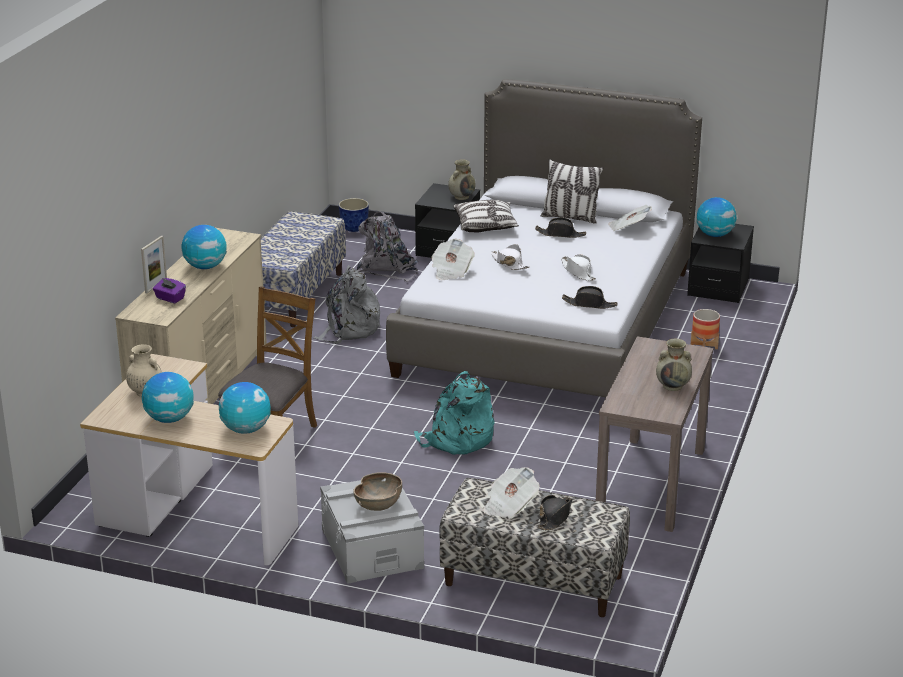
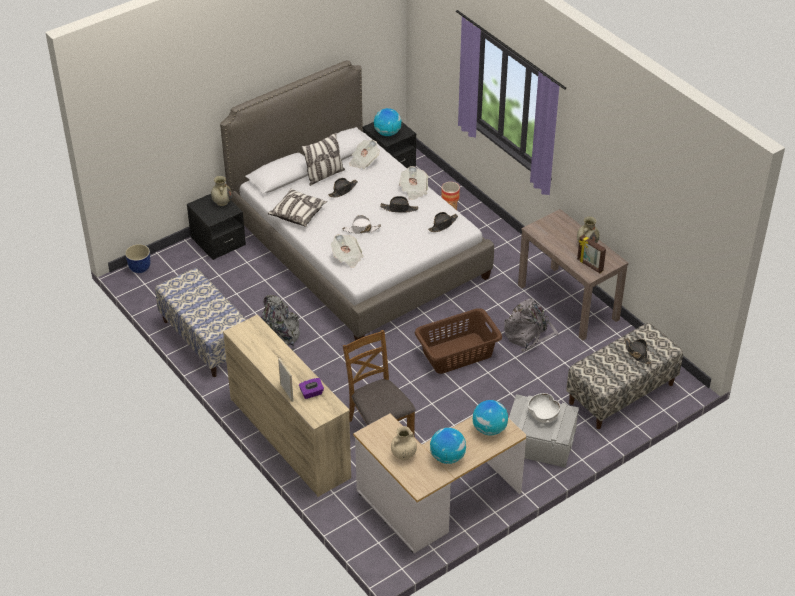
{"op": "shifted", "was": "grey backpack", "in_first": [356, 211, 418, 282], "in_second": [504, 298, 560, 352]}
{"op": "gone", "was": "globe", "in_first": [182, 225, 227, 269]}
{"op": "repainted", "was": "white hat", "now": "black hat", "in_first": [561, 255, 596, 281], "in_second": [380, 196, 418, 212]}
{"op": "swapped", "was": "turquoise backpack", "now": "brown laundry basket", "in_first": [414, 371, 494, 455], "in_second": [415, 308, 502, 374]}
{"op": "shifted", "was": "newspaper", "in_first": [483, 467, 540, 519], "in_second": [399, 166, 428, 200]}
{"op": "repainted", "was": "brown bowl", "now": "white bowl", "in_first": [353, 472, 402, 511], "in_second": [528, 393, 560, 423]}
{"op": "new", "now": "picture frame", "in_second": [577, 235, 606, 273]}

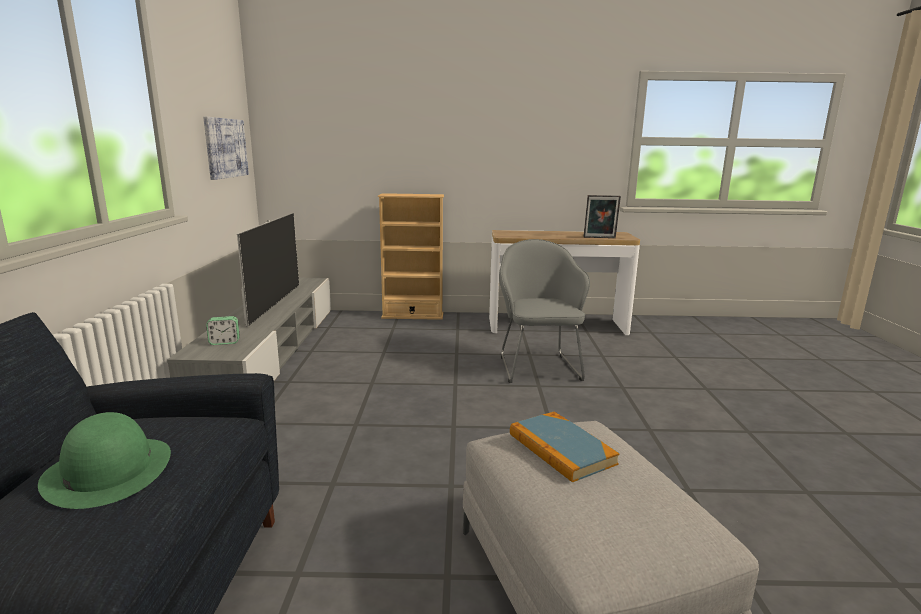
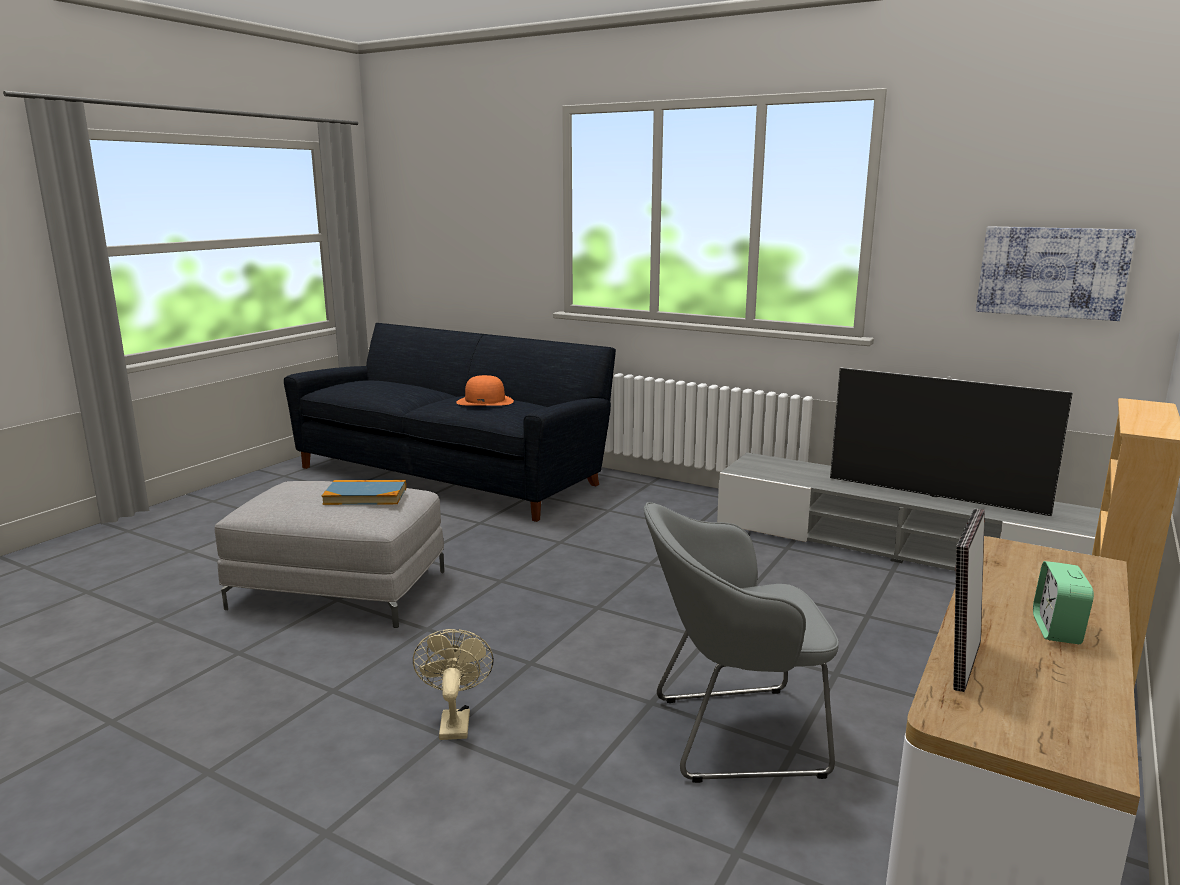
{"op": "rotated", "was": "grey armchair", "in_first": [499, 239, 590, 383], "in_second": [644, 502, 839, 783], "clockwise": 150}
{"op": "shifted", "was": "alarm clock", "in_first": [206, 316, 240, 345], "in_second": [1033, 561, 1094, 644]}
{"op": "repainted", "was": "green hat", "now": "orange hat", "in_first": [38, 412, 171, 509], "in_second": [456, 375, 514, 406]}
{"op": "new", "now": "beige fan", "in_second": [413, 629, 494, 740]}

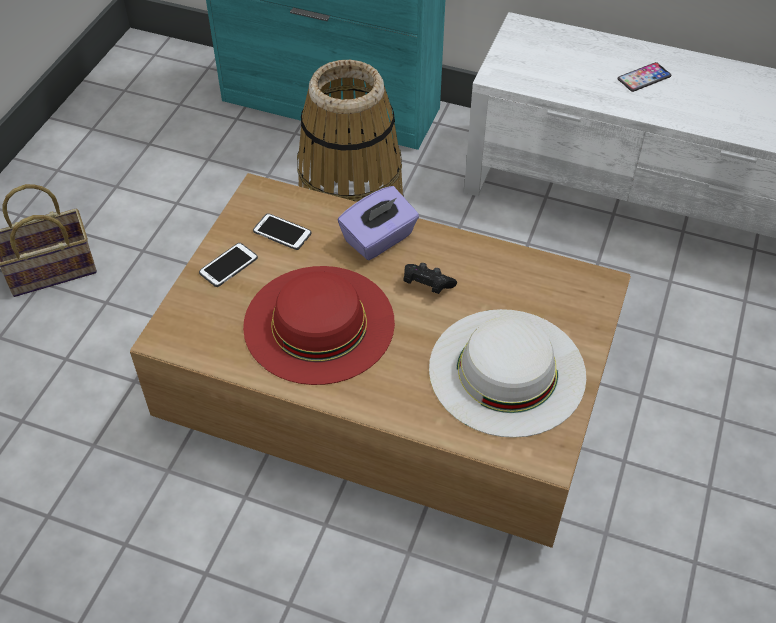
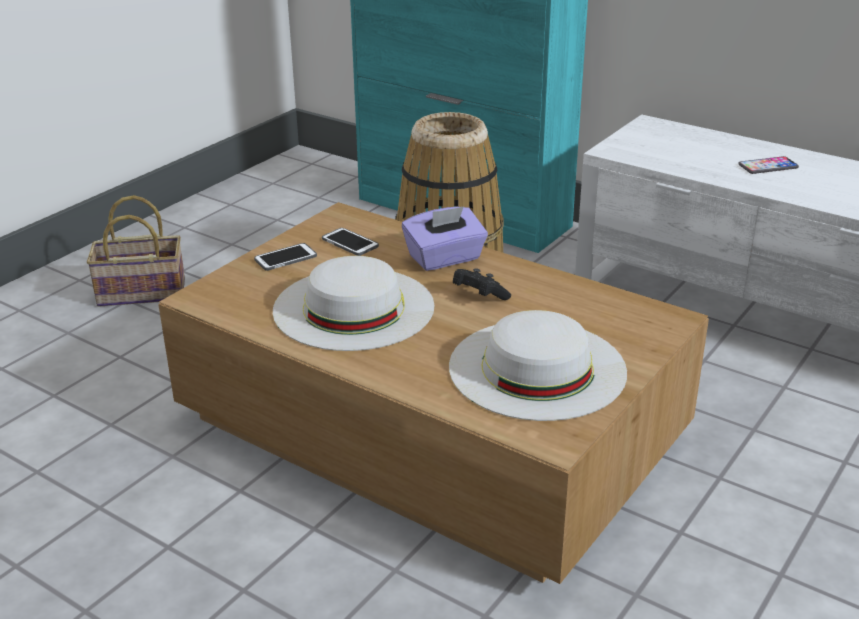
{"op": "repainted", "was": "red hat", "now": "white hat", "in_first": [243, 266, 395, 385], "in_second": [273, 256, 434, 351]}

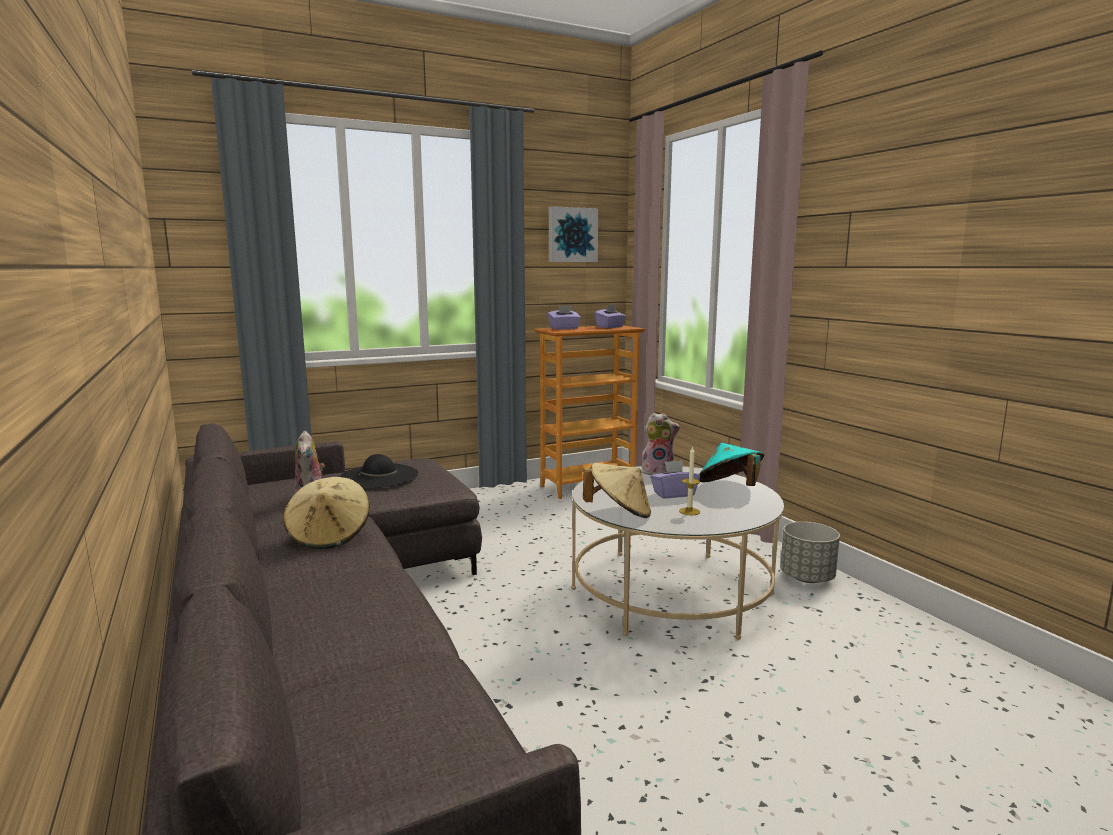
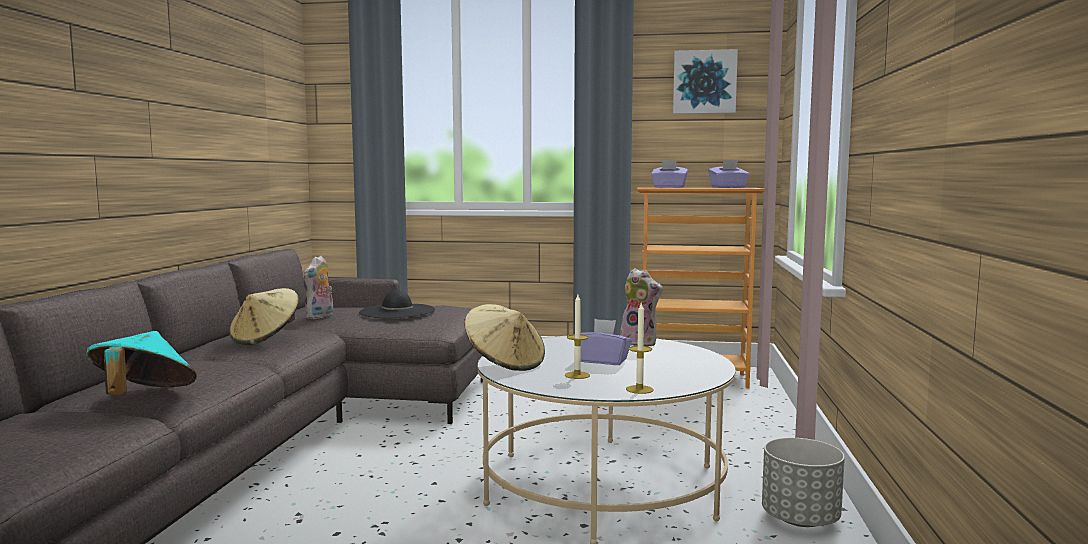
{"op": "shifted", "was": "turquoise hat", "in_first": [699, 443, 764, 486], "in_second": [86, 331, 197, 396]}
{"op": "new", "now": "candle", "in_second": [626, 303, 654, 394]}

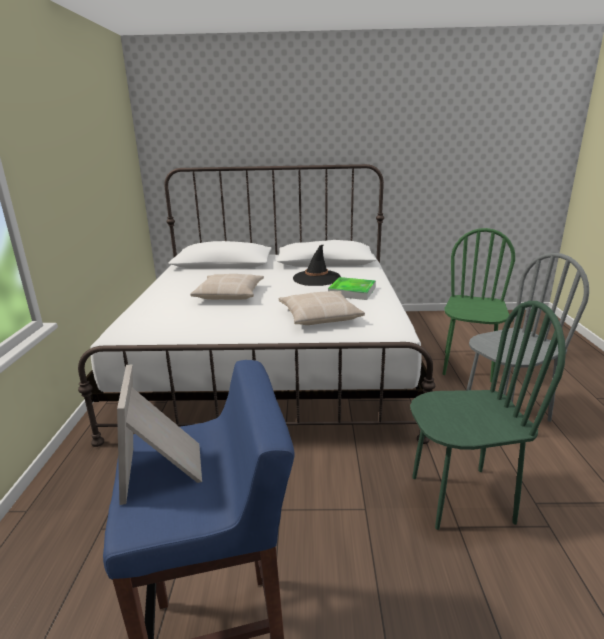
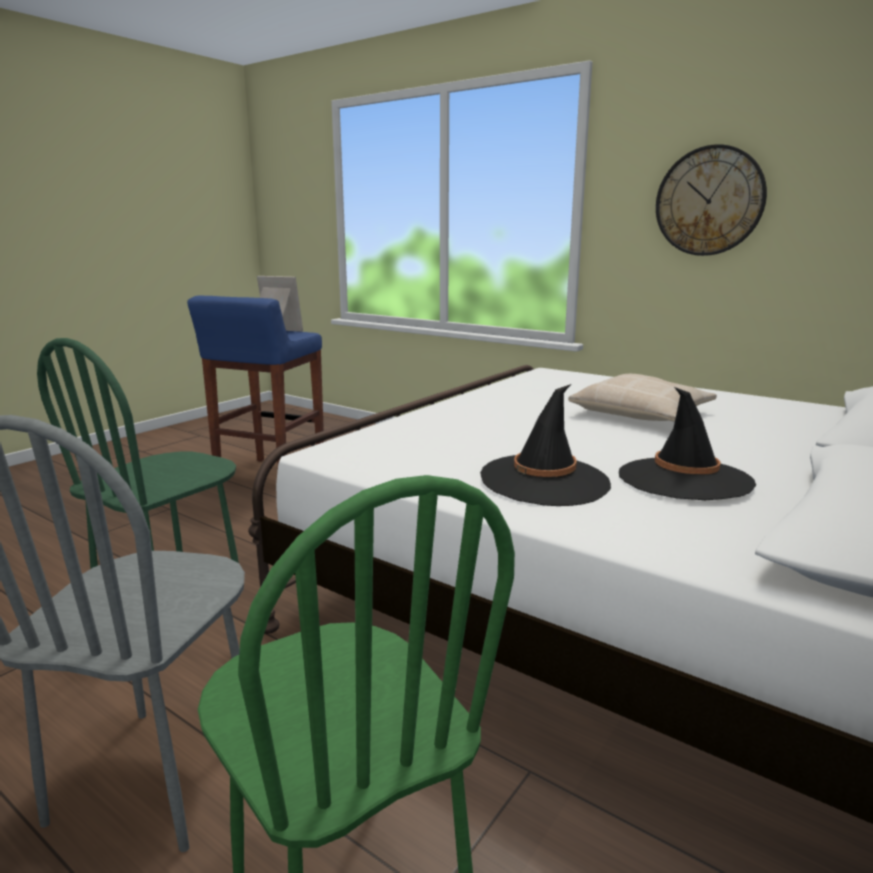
{"op": "swapped", "was": "tray", "now": "black hat", "in_first": [328, 277, 376, 300], "in_second": [480, 384, 611, 506]}
{"op": "gone", "was": "beige pillow", "in_first": [279, 291, 365, 325]}
{"op": "new", "now": "wall clock", "in_second": [656, 144, 767, 256]}

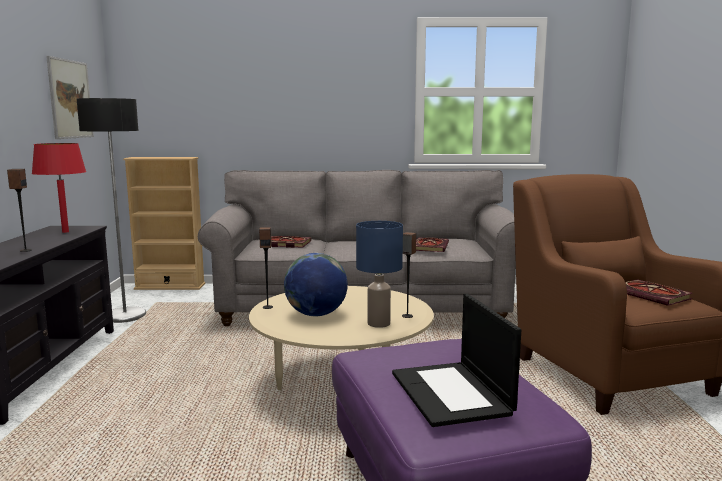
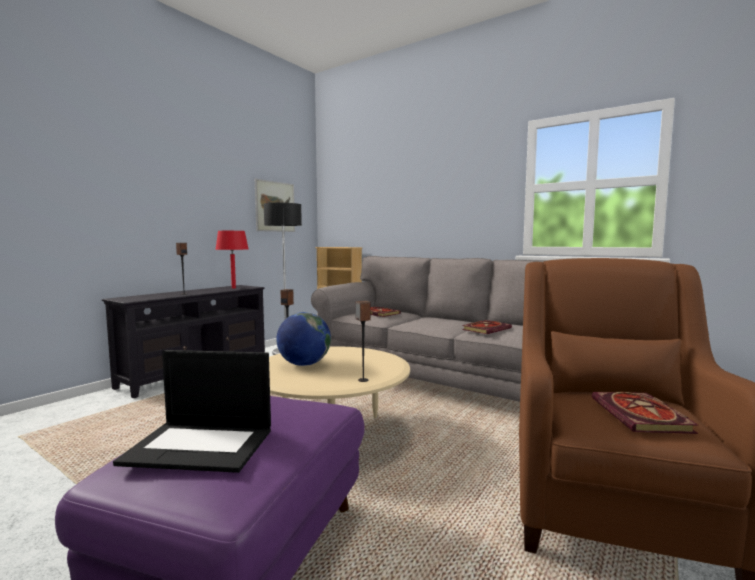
{"op": "gone", "was": "blue table lamp", "in_first": [356, 221, 403, 328]}
{"op": "rotated", "was": "laptop", "in_first": [392, 293, 521, 427], "in_second": [113, 350, 271, 473], "clockwise": -105}

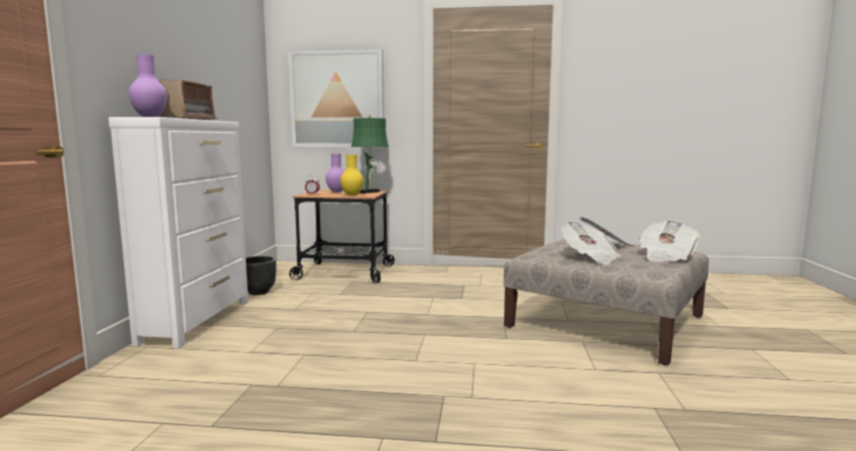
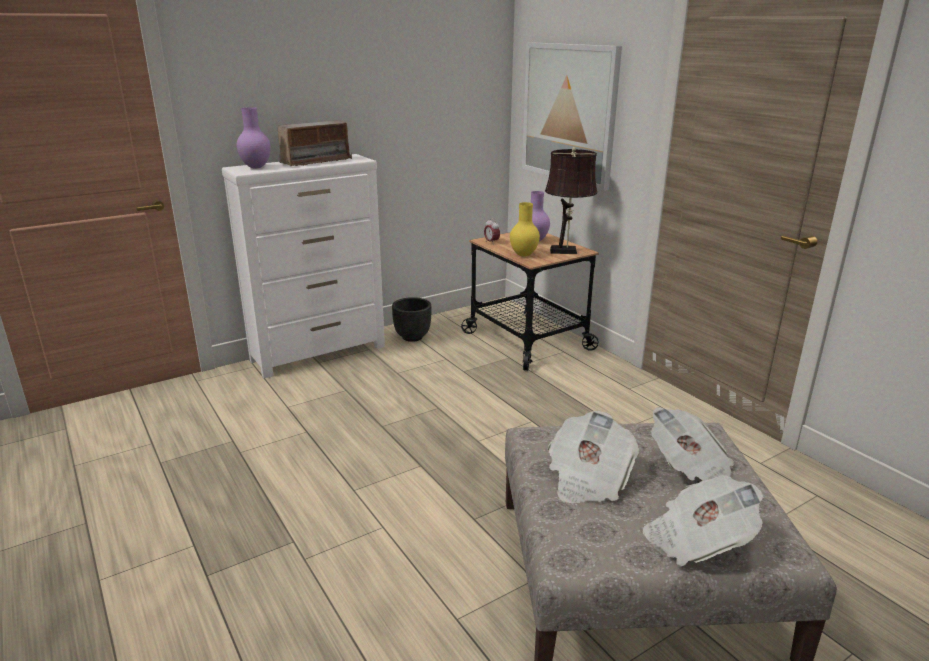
{"op": "repainted", "was": "green table lamp", "now": "brown table lamp", "in_first": [351, 115, 389, 193], "in_second": [545, 147, 597, 254]}

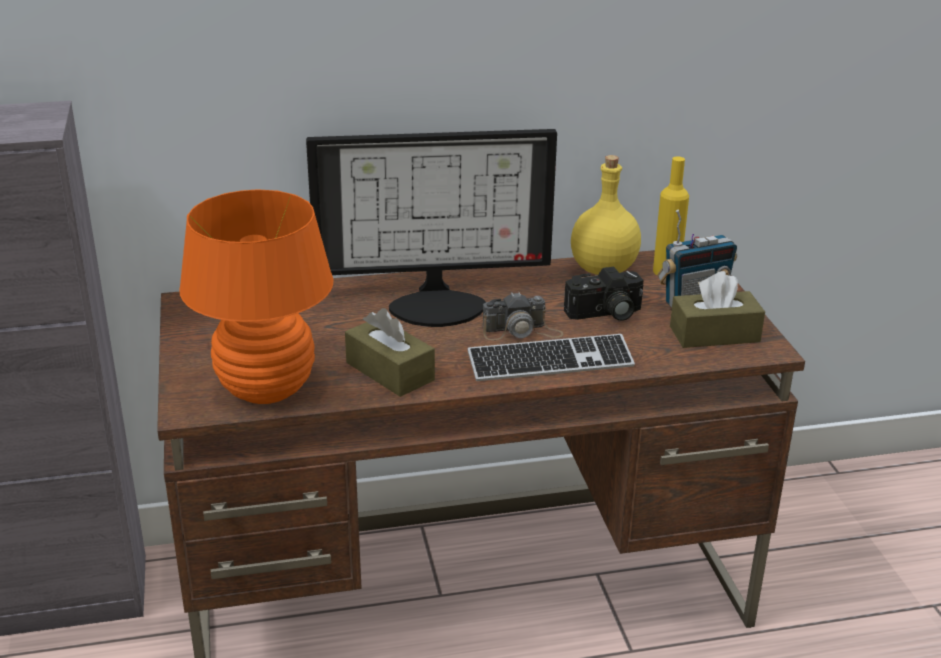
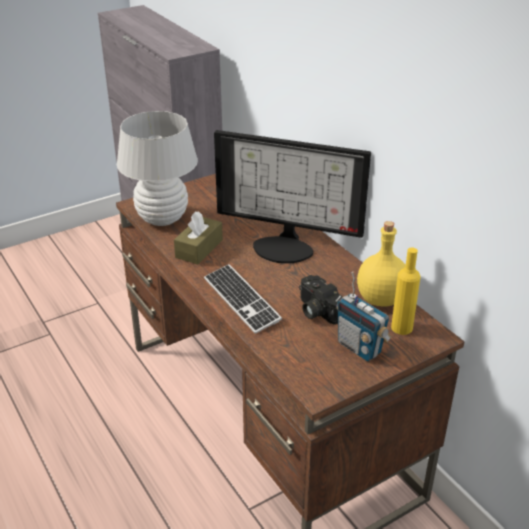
{"op": "rotated", "was": "monitor", "in_first": [306, 129, 557, 327], "in_second": [214, 130, 371, 264], "clockwise": -45}
{"op": "repainted", "was": "orange table lamp", "now": "white table lamp", "in_first": [179, 189, 334, 404], "in_second": [117, 111, 198, 226]}
{"op": "gone", "was": "brown tissue box", "in_first": [670, 271, 765, 348]}
{"op": "gone", "was": "photo camera", "in_first": [482, 292, 563, 340]}

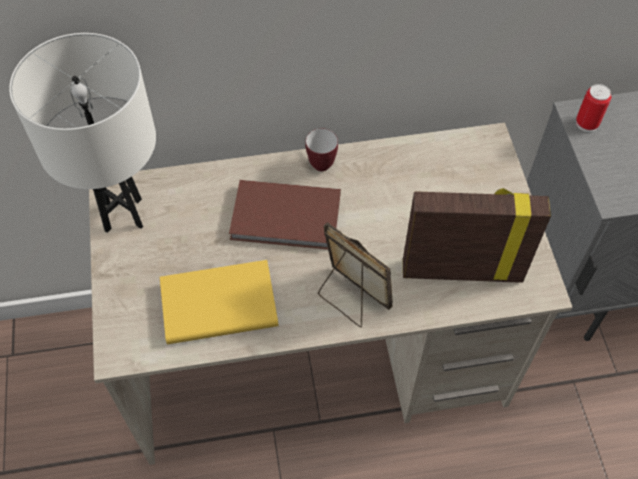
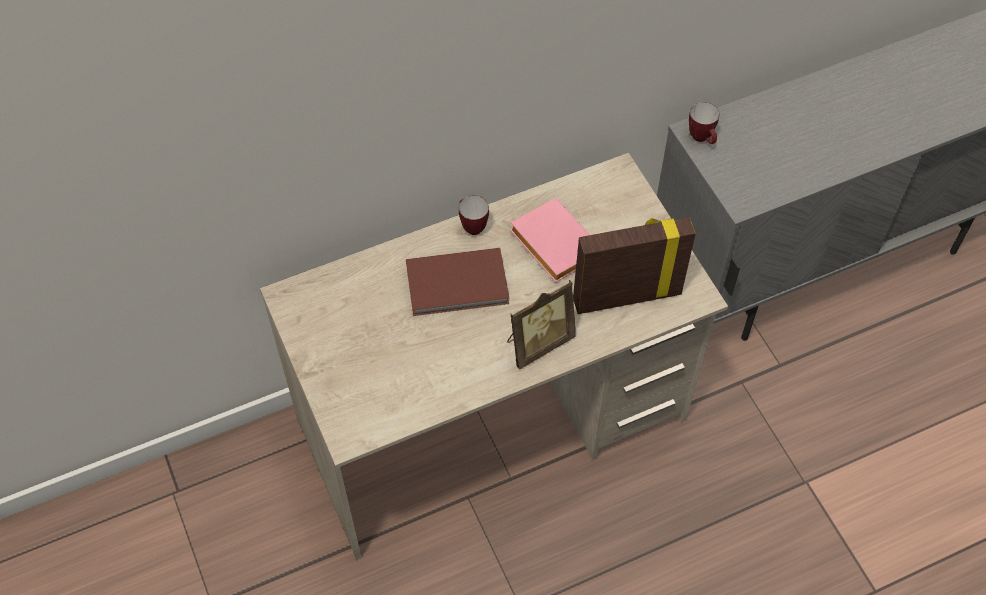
{"op": "gone", "was": "white table lamp", "in_first": [9, 33, 156, 233]}
{"op": "swapped", "was": "can", "now": "mug", "in_first": [576, 84, 611, 132], "in_second": [689, 102, 719, 144]}
{"op": "rotated", "was": "picture frame", "in_first": [318, 222, 392, 327], "in_second": [507, 280, 576, 370], "clockwise": 120}
{"op": "gone", "was": "yellow book", "in_first": [160, 260, 279, 345]}
{"op": "new", "now": "pink book", "in_second": [510, 198, 590, 283]}

